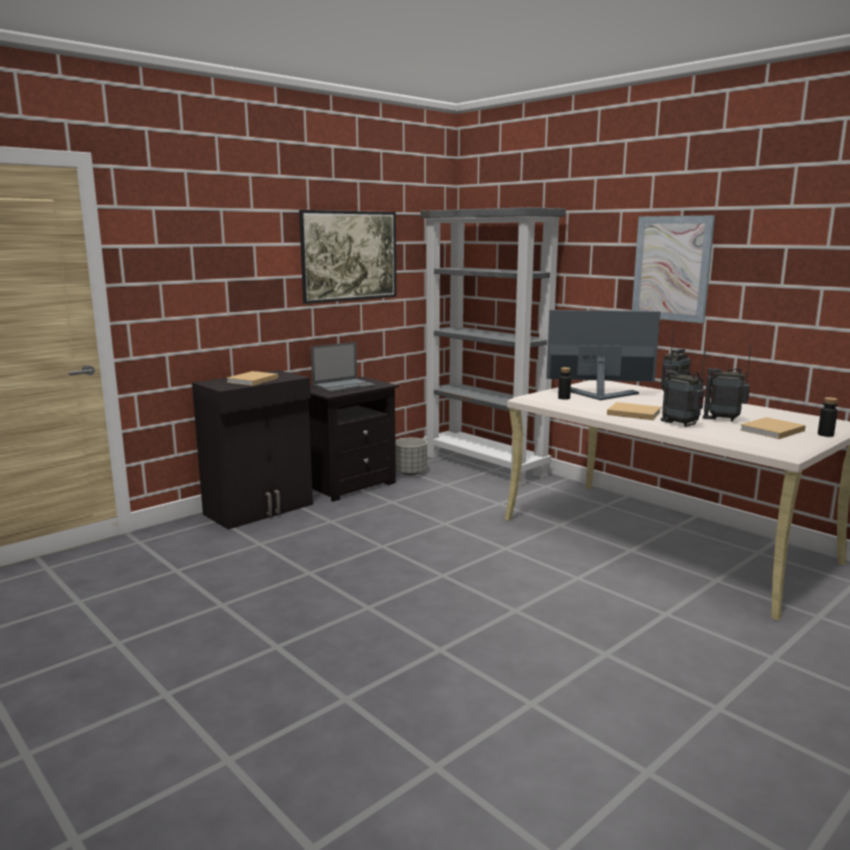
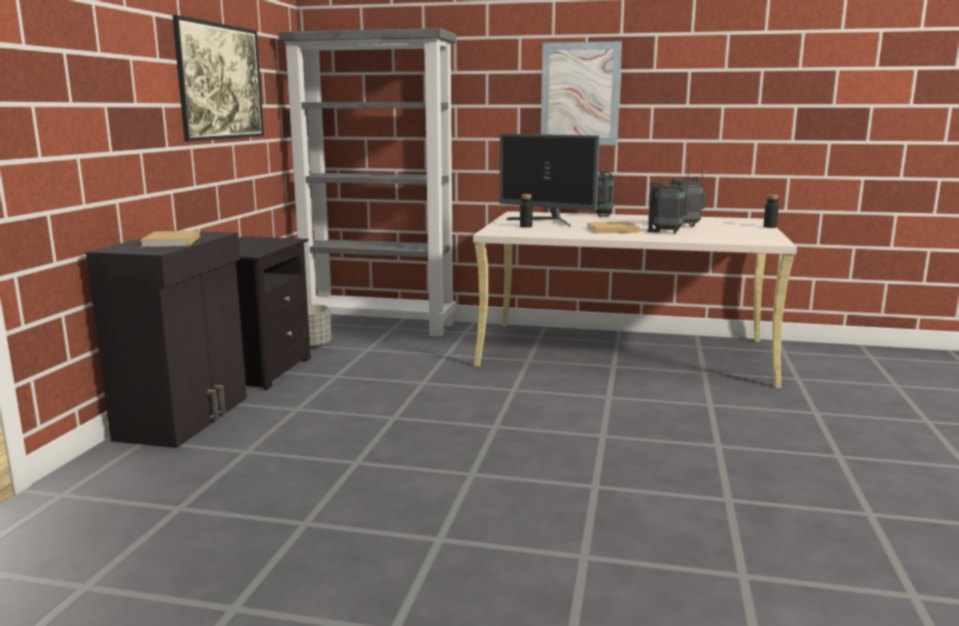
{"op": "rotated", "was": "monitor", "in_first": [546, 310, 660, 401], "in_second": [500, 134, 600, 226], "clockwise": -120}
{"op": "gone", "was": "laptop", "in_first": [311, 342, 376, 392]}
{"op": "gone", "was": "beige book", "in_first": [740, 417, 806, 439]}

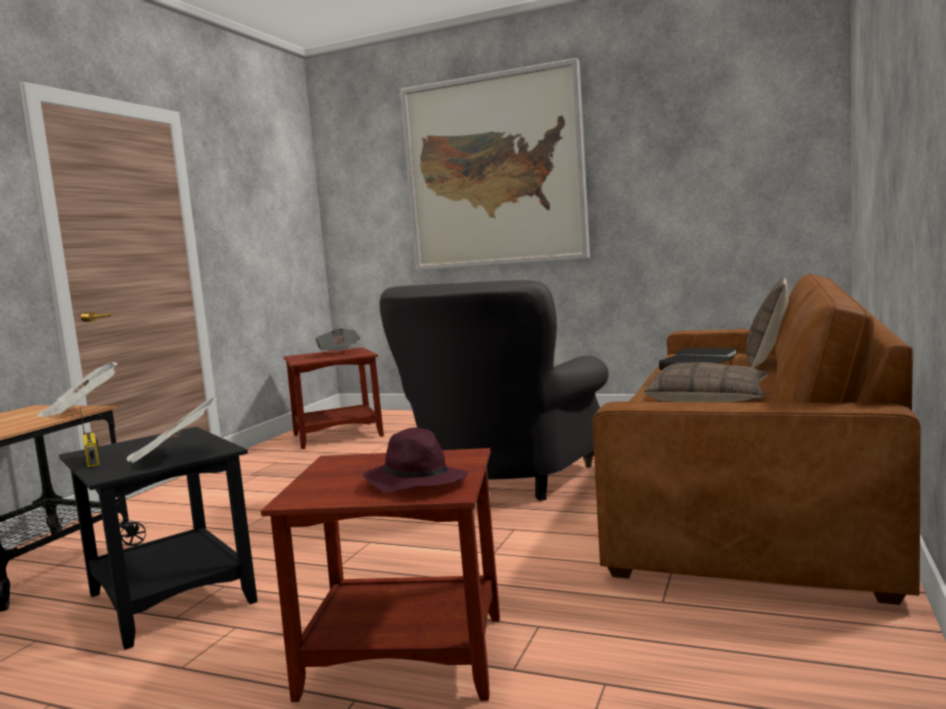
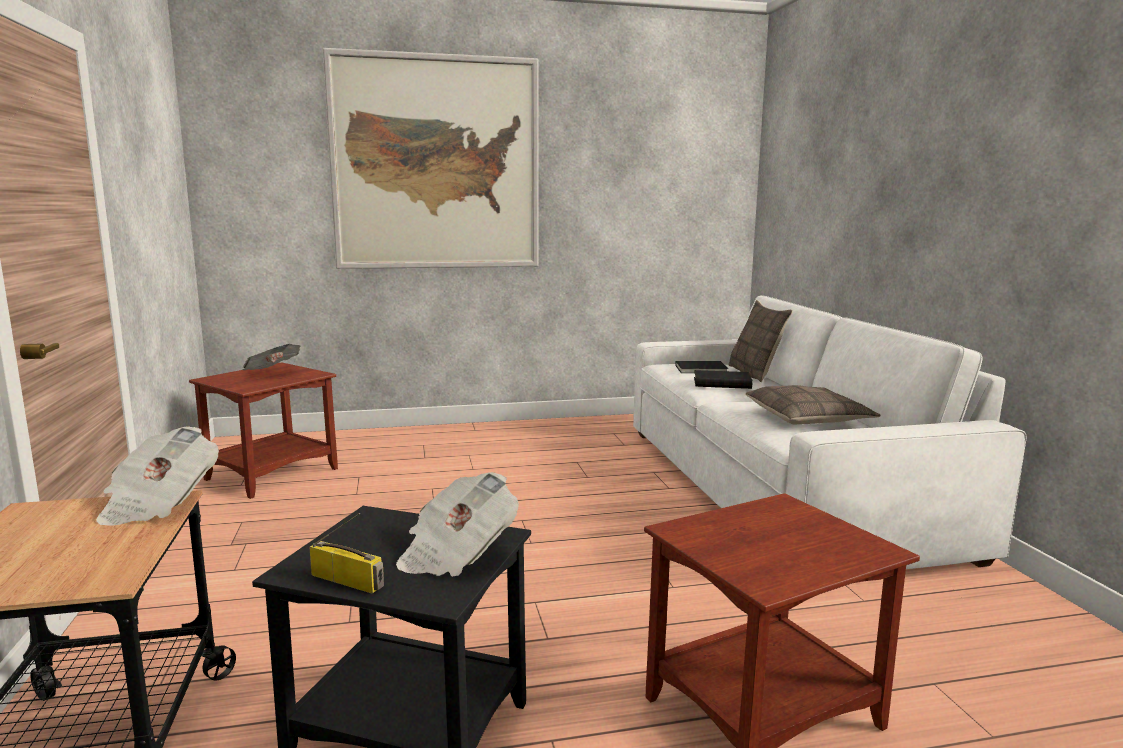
{"op": "repainted", "was": "brown sofa", "now": "white sofa", "in_first": [592, 273, 921, 605], "in_second": [633, 295, 1026, 569]}
{"op": "gone", "was": "grey armchair", "in_first": [379, 280, 609, 501]}
{"op": "gone", "was": "purple hat", "in_first": [363, 427, 468, 493]}

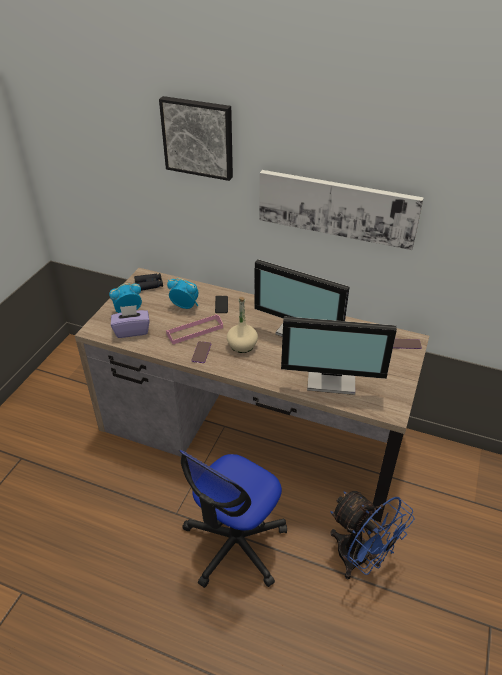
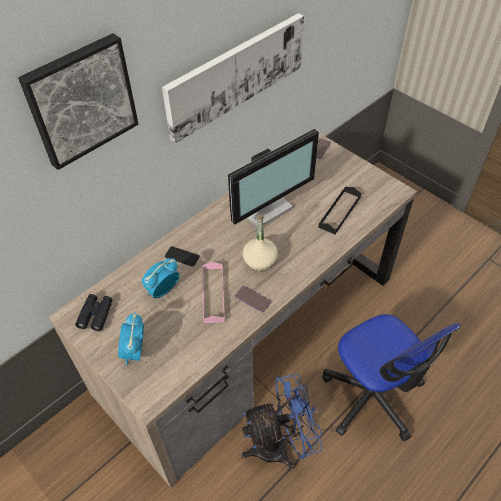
{"op": "gone", "was": "purple tissue box", "in_first": [111, 305, 150, 338]}
{"op": "swapped", "was": "monitor", "now": "black tray", "in_first": [281, 316, 397, 395], "in_second": [318, 187, 361, 234]}
{"op": "shifted", "was": "blue fan", "in_first": [330, 491, 415, 580], "in_second": [242, 373, 322, 469]}

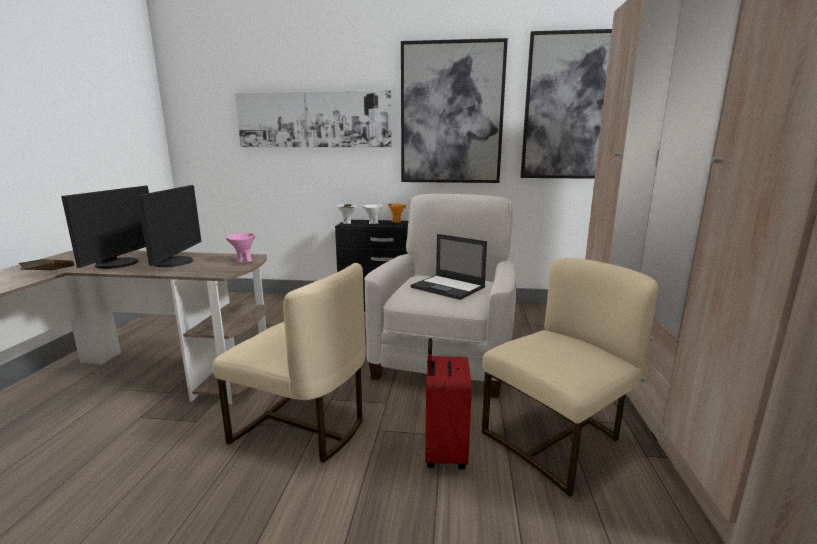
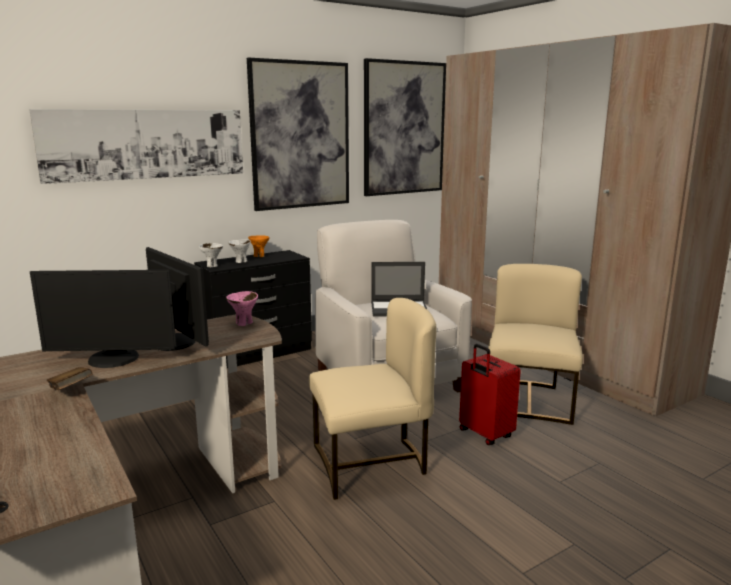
{"op": "rotated", "was": "monitor", "in_first": [61, 185, 149, 269], "in_second": [30, 270, 177, 368], "clockwise": 120}

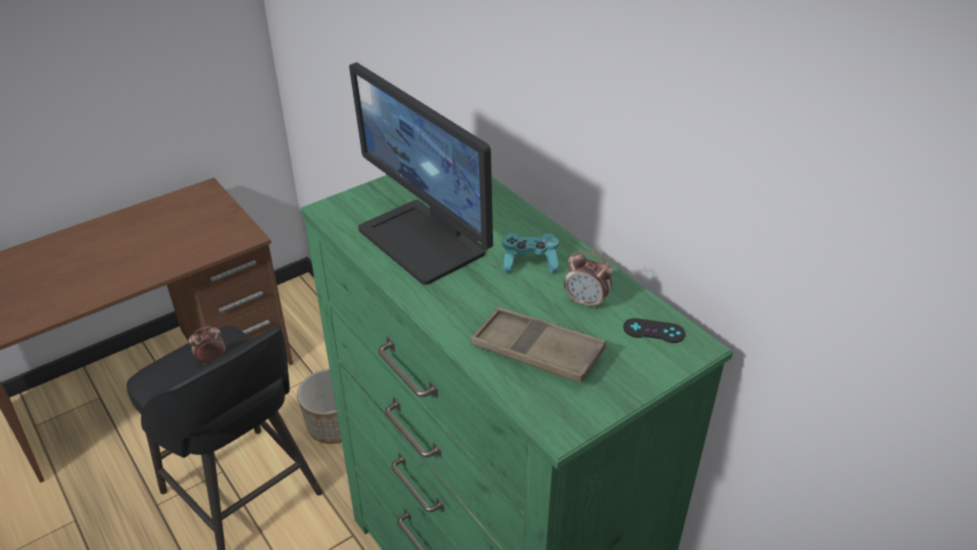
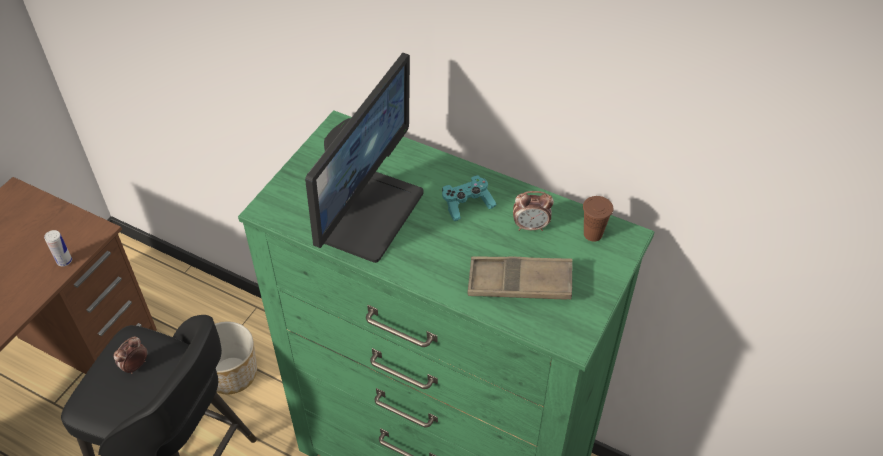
{"op": "rotated", "was": "monitor", "in_first": [349, 62, 493, 285], "in_second": [305, 53, 424, 263], "clockwise": -90}
{"op": "swapped", "was": "black game controller", "now": "brown cup", "in_first": [623, 318, 685, 343], "in_second": [583, 196, 613, 242]}
{"op": "new", "now": "can", "in_second": [44, 230, 72, 266]}

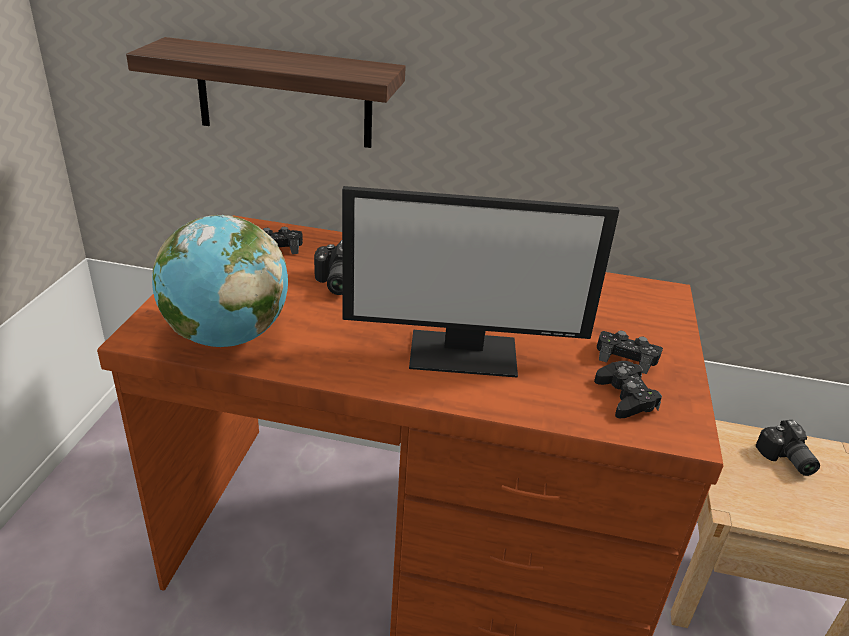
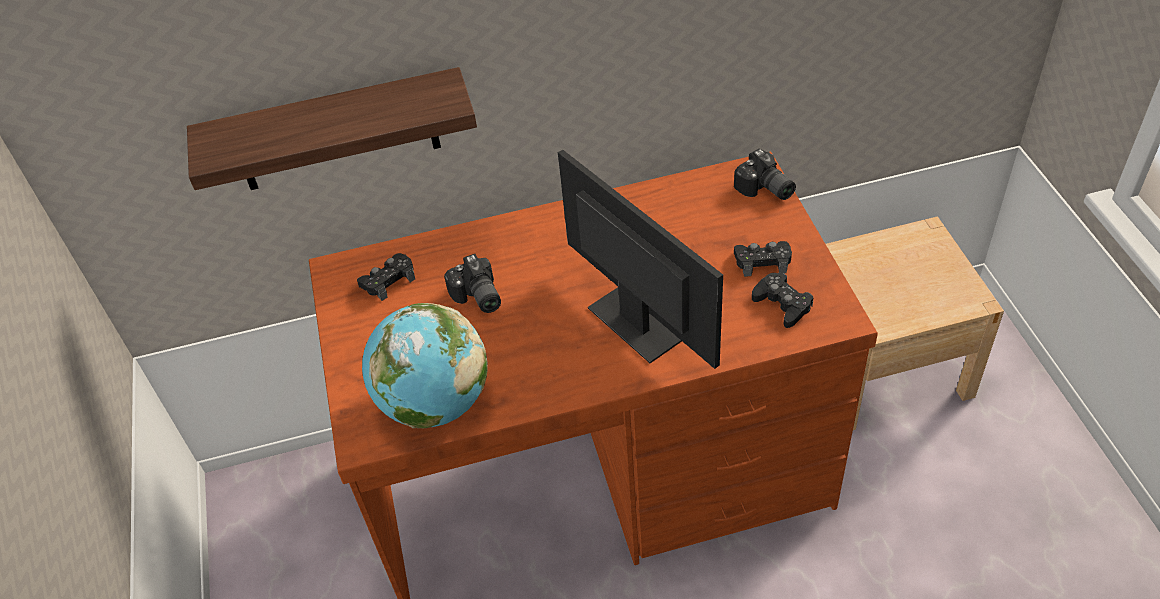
{"op": "rotated", "was": "monitor", "in_first": [342, 186, 619, 378], "in_second": [558, 150, 723, 369], "clockwise": -105}
{"op": "shifted", "was": "photo camera", "in_first": [756, 420, 820, 476], "in_second": [734, 149, 796, 200]}

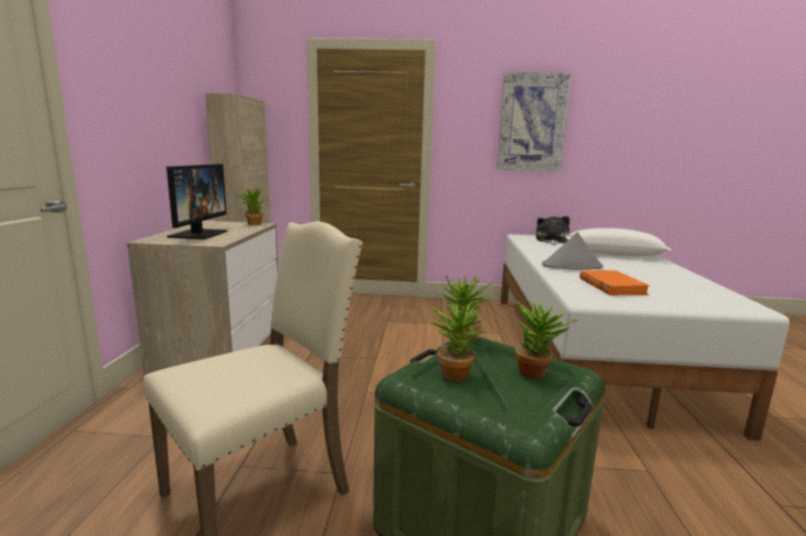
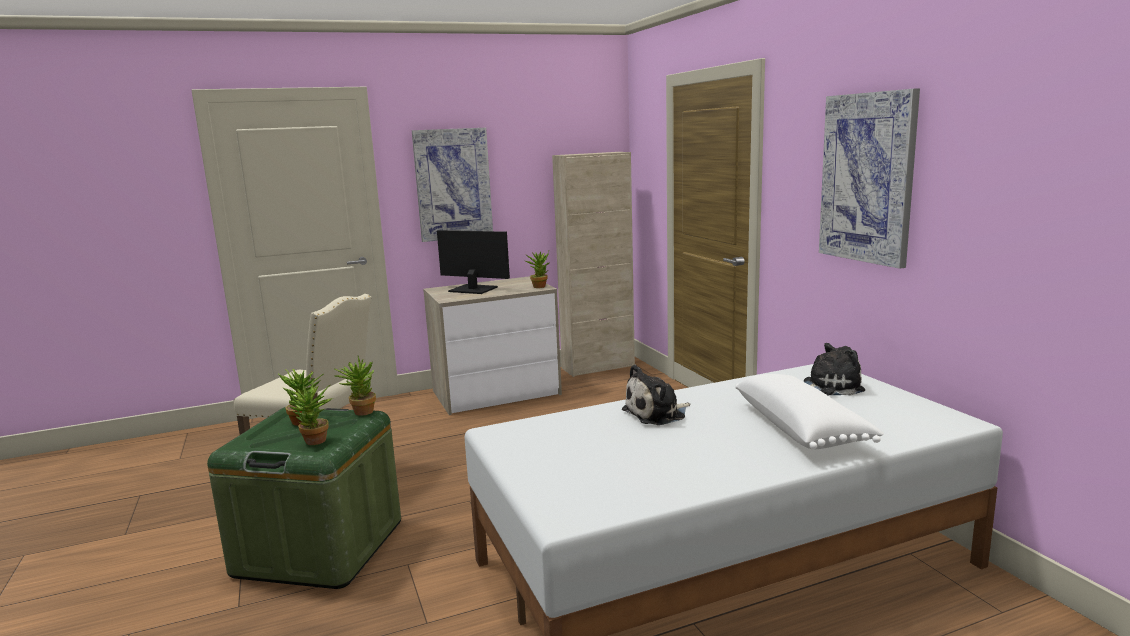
{"op": "rotated", "was": "monitor", "in_first": [166, 164, 227, 240], "in_second": [437, 230, 510, 294], "clockwise": -135}
{"op": "swapped", "was": "grey hat", "now": "plush toy", "in_first": [542, 232, 603, 270], "in_second": [622, 365, 691, 425]}
{"op": "gone", "was": "orange book", "in_first": [580, 270, 650, 295]}
{"op": "new", "now": "picture", "in_second": [412, 128, 493, 242]}

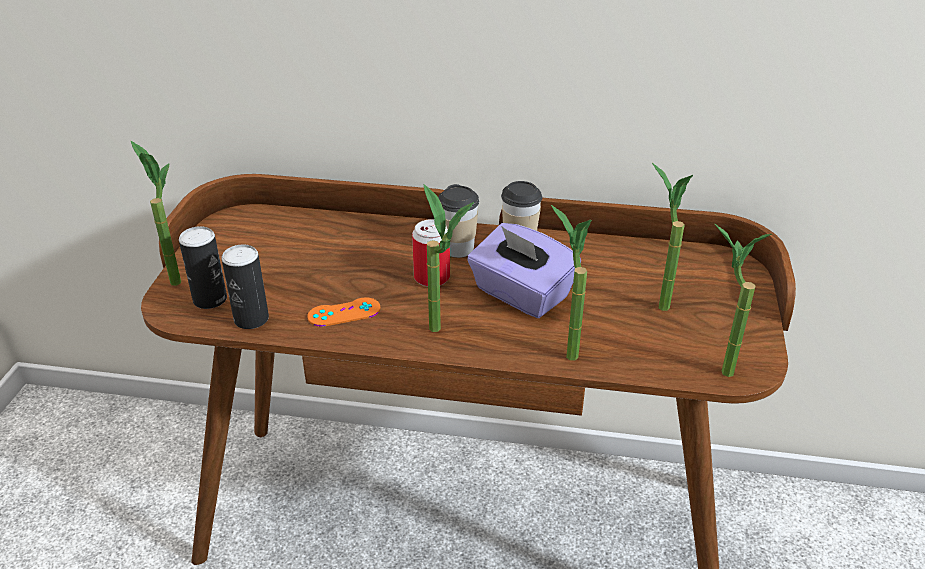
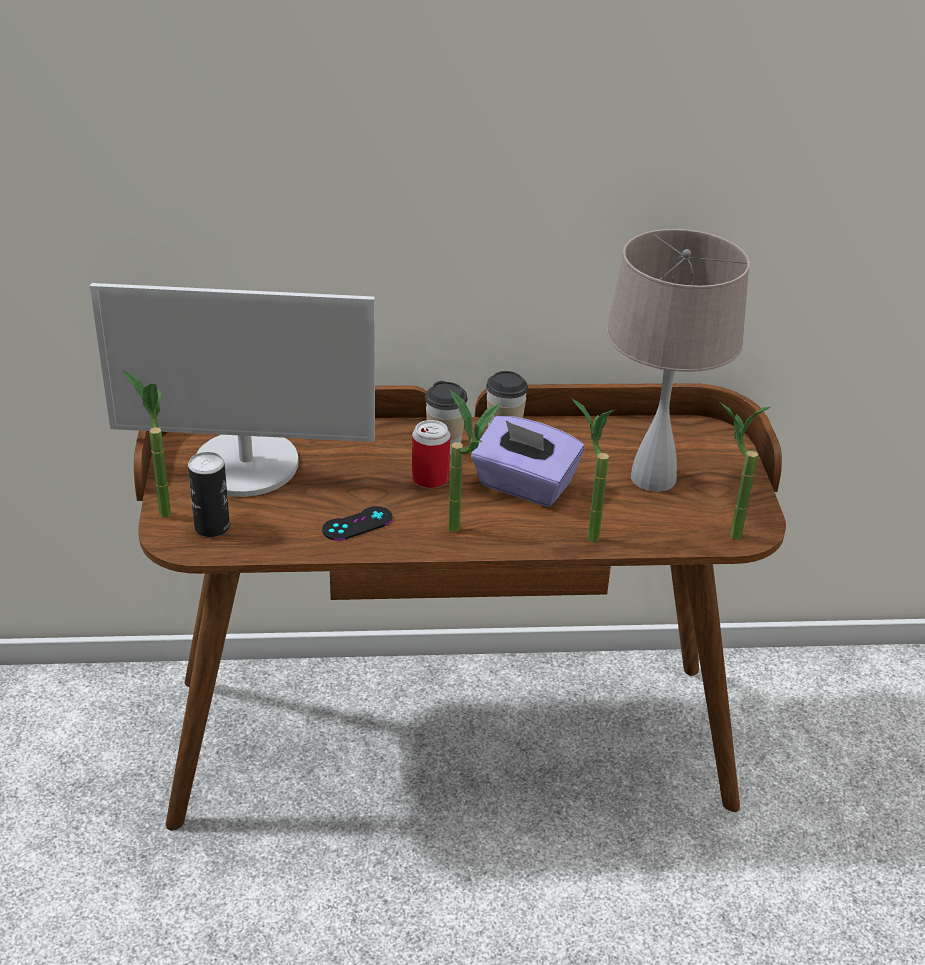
{"op": "swapped", "was": "potted plant", "now": "beige table lamp", "in_first": [652, 163, 693, 311], "in_second": [607, 229, 750, 492]}
{"op": "gone", "was": "can", "in_first": [221, 245, 269, 329]}
{"op": "repainted", "was": "orange game controller", "now": "black game controller", "in_first": [307, 297, 381, 327], "in_second": [322, 506, 393, 541]}
{"op": "new", "now": "monitor", "in_second": [90, 283, 375, 497]}

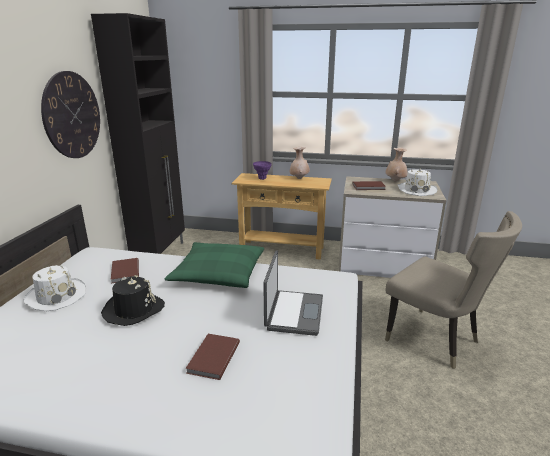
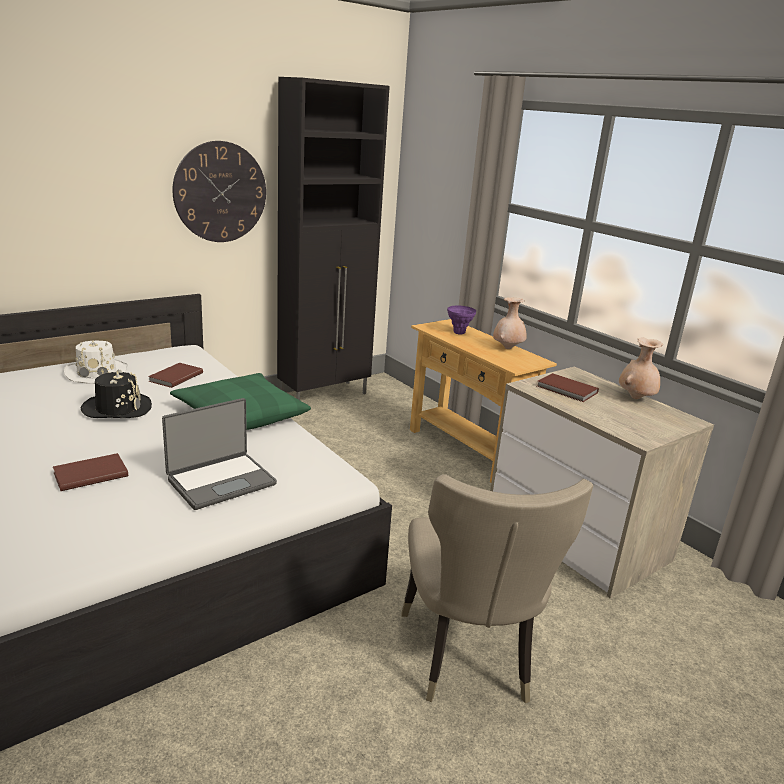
{"op": "gone", "was": "white hat", "in_first": [398, 168, 438, 196]}

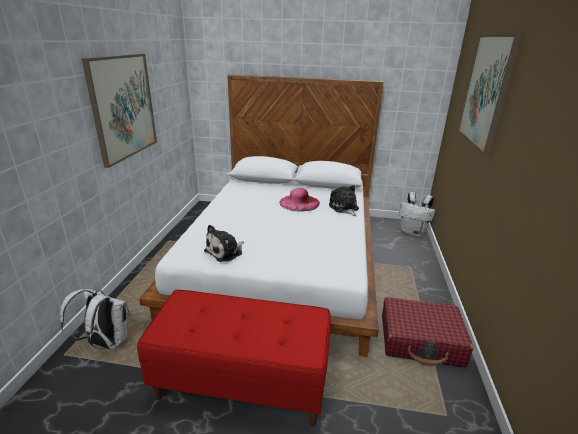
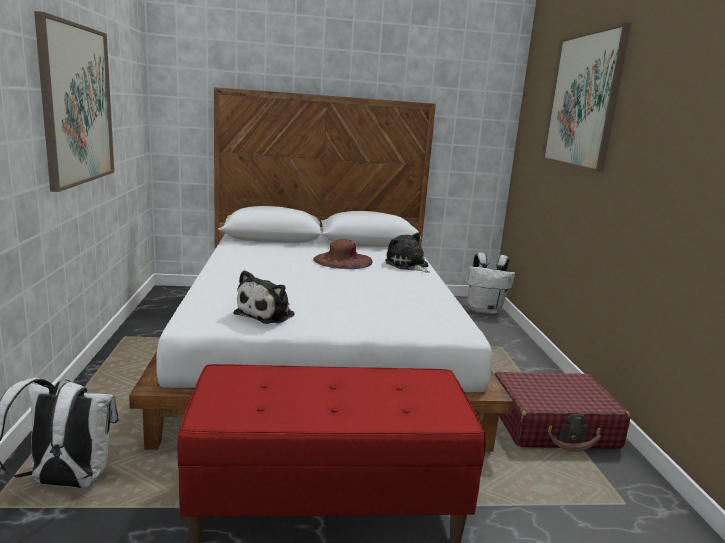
{"op": "repainted", "was": "pink hat", "now": "brown hat", "in_first": [279, 188, 320, 212], "in_second": [313, 239, 373, 269]}

